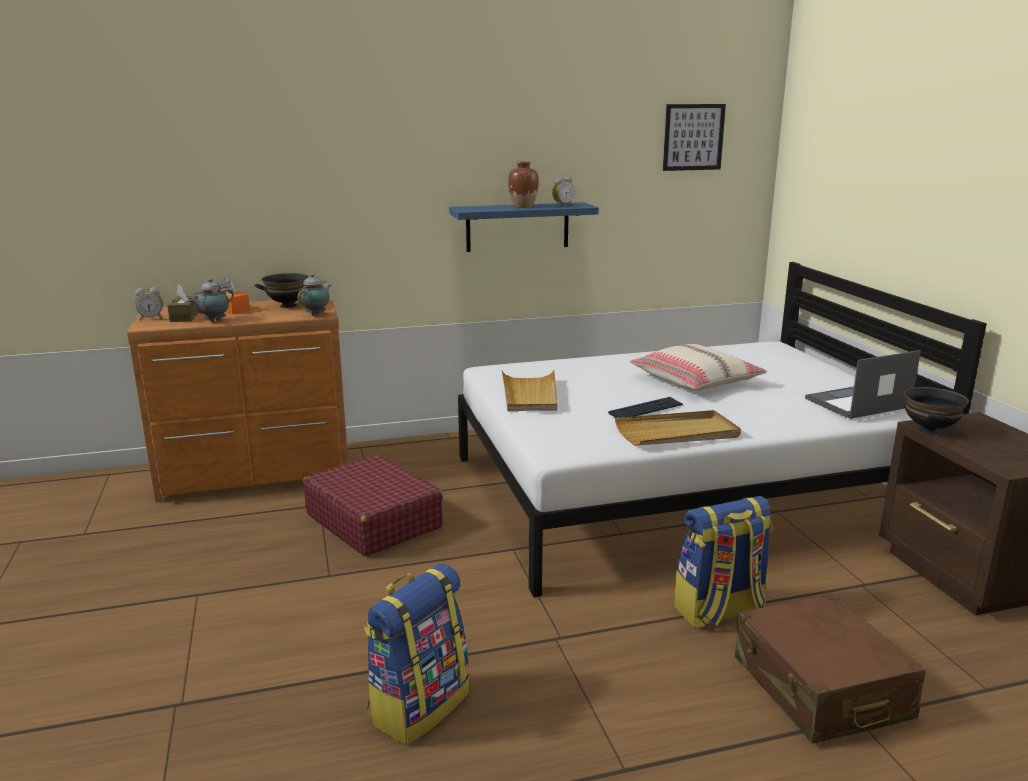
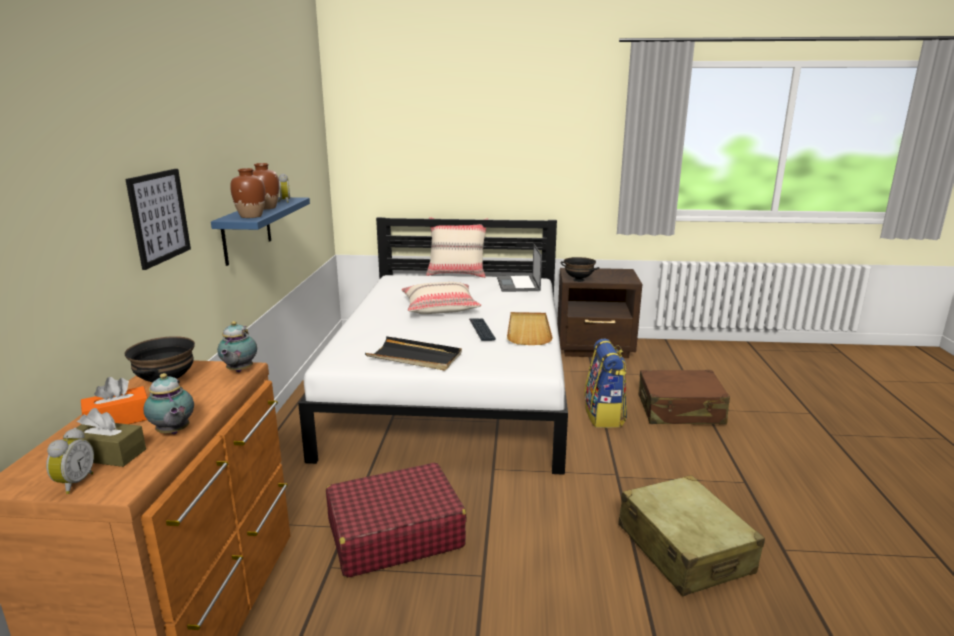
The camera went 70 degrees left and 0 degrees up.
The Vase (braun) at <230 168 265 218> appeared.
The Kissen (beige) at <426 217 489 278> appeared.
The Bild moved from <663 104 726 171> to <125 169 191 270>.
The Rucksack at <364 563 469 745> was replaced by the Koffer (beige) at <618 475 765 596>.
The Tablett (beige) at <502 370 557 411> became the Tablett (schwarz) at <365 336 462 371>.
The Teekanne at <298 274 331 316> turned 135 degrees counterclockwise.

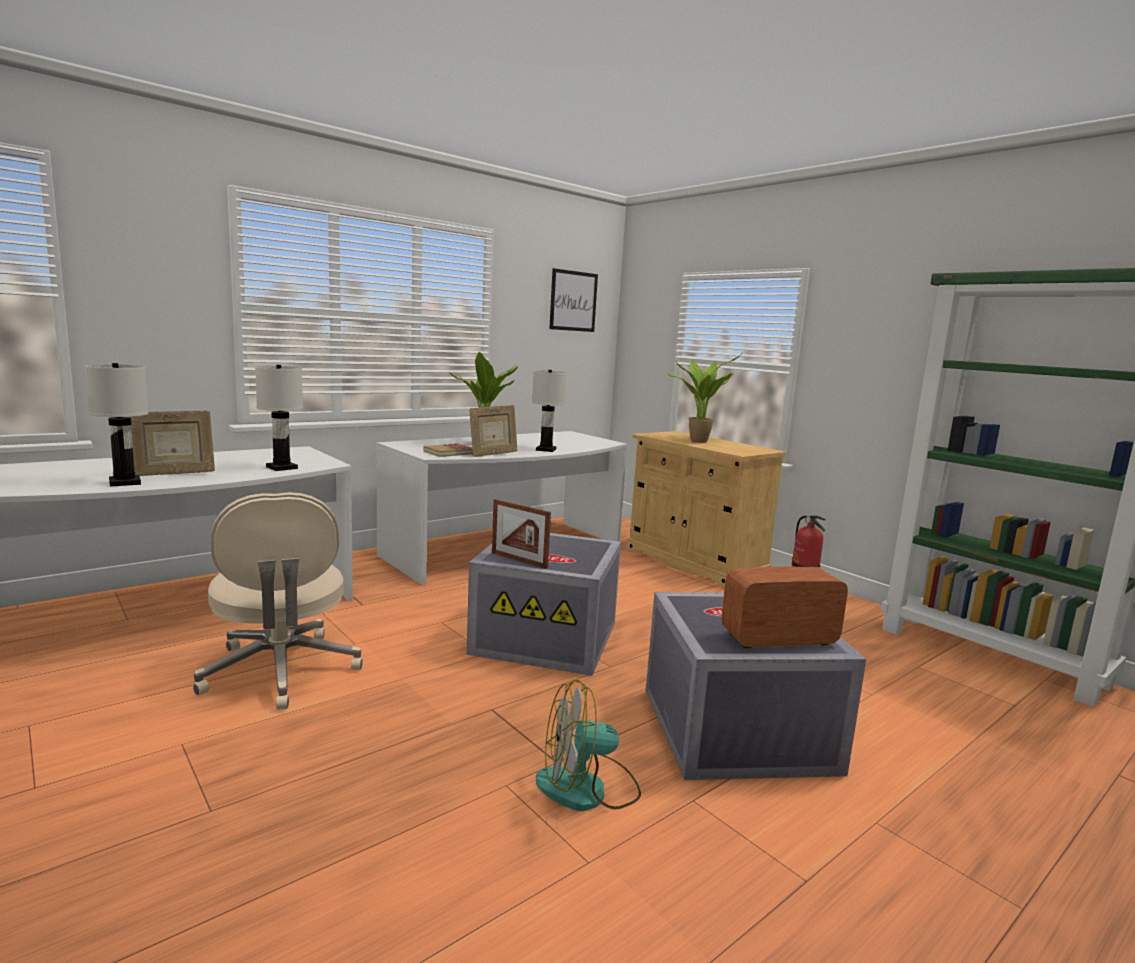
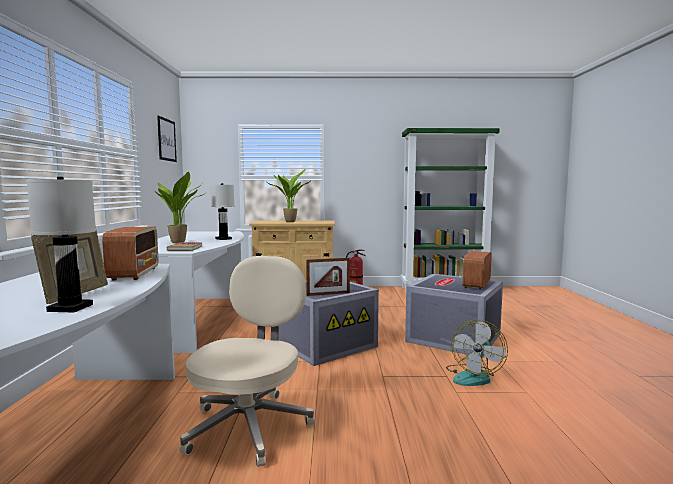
The camera went 50 degrees left and 5 degrees down.
The Bilderrahmen at <469 405 518 457> disappeared.
The Tischlampe (weiß) at <255 365 303 471> was replaced by the Radio at <102 227 158 281>.
The Bürostuhl (beige) at <193 492 363 710> turned 90 degrees counterclockwise.

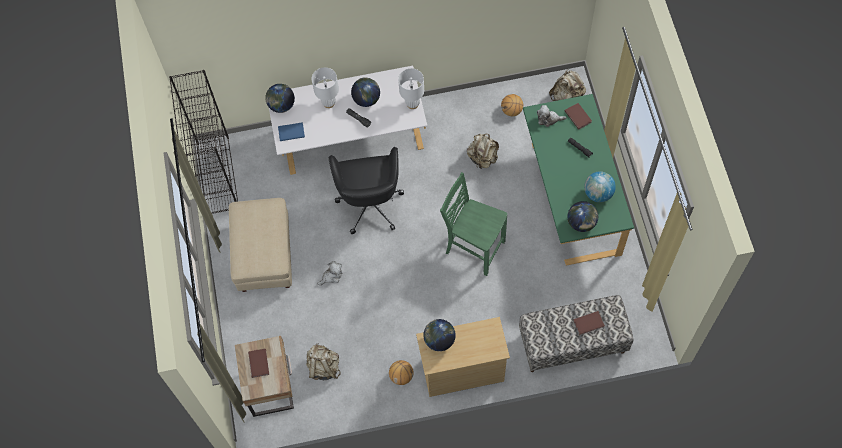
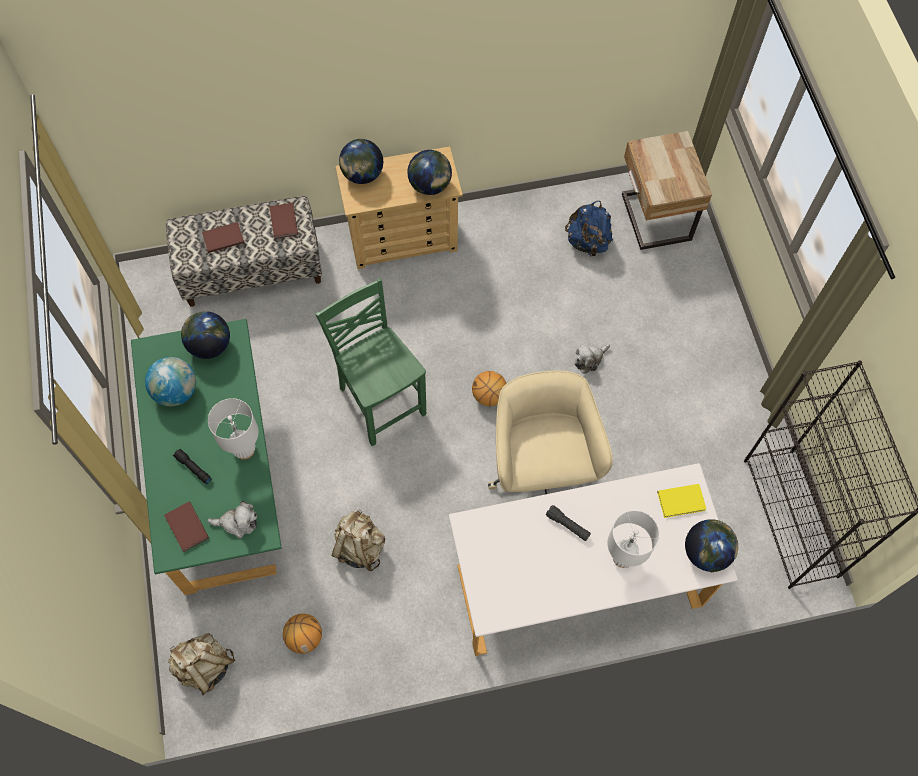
The camera went 175 degrees right and 0 degrees up.
The Polsterhocker (beige) at <229 198 292 292> disappeared.
The Buch (braun) moved from <248 348 269 378> to <269 203 298 239>.
The Globus moved from <351 77 380 107> to <339 139 383 184>.
The Basketball moved from <389 360 414 385> to <472 371 507 406>.
The Tischlampe (weiß) moved from <398 68 424 109> to <208 398 259 460>.
The Buch (blau) at <278 122 305 141> became the Buch (gelb) at <657 484 706 518>.
The Rucksack (beige) at <306 343 340 380> became the Rucksack (blau) at <565 201 613 257>.
The Bürostuhl (schwarz) at <329 147 404 234> became the Bürostuhl (beige) at <488 371 613 494>.
The Stuhl (grün) at <440 172 507 276> turned 150 degrees counterclockwise.

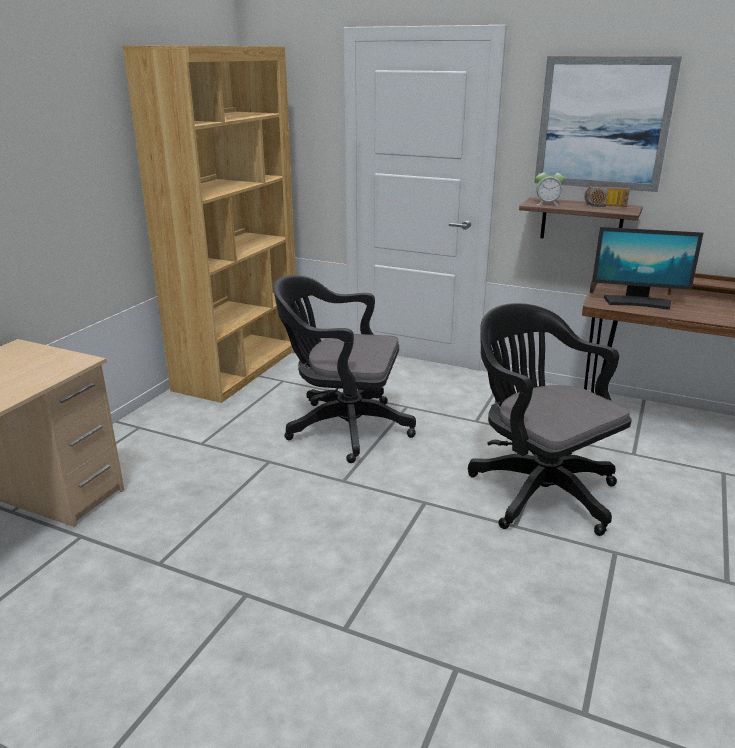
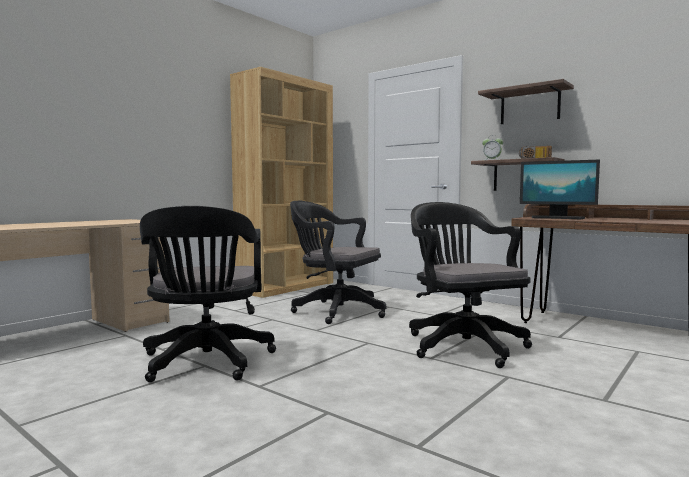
The camera went 15 degrees right and 20 degrees down.
The Bürostuhl (schwarz) at <140 206 276 382> appeared.
The Bild at <535 56 682 192> was replaced by the Wandregal at <478 79 574 124>.

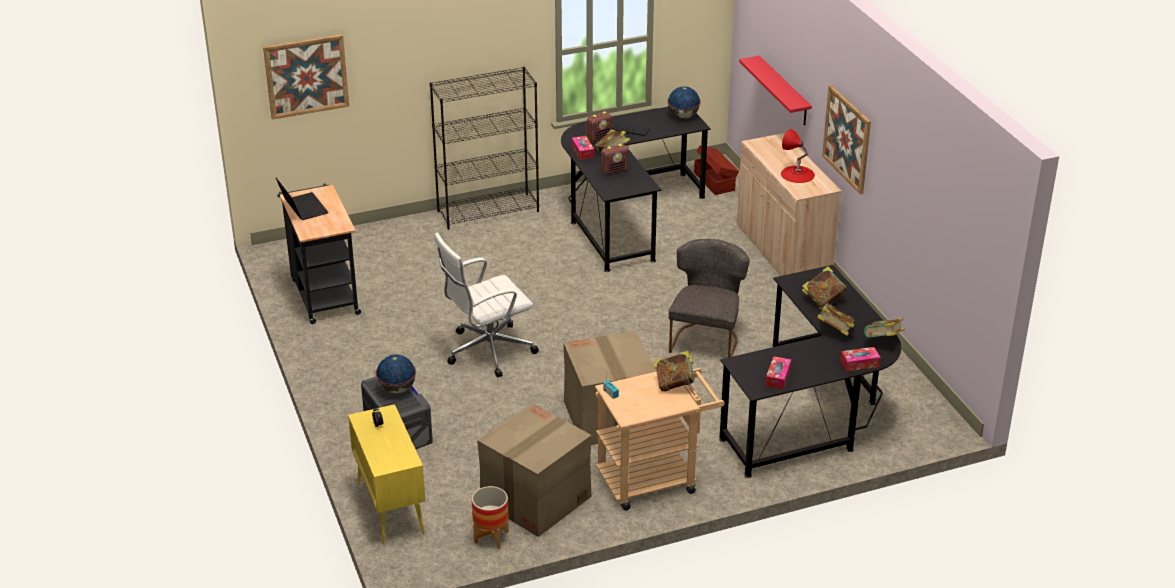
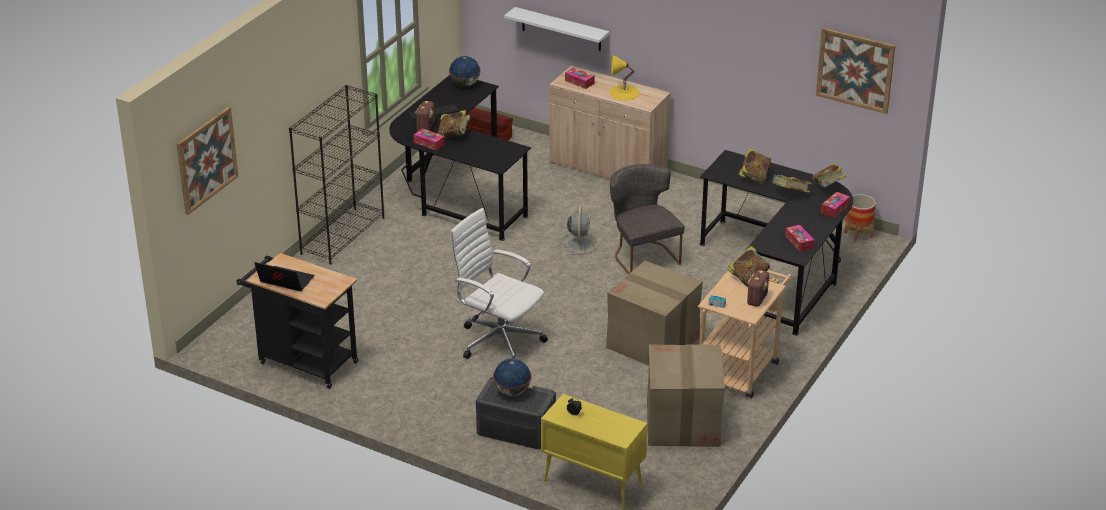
The camera went 40 degrees left and 0 degrees up.
The Ventilator (grau) at <561 206 597 255> appeared.
The Taschentuchbox at <565 68 595 89> appeared.
The Pflanzkübel moved from <472 486 509 549> to <844 194 876 243>.
The Radio moved from <601 144 629 175> to <747 270 769 307>.
The Bild moved from <822 85 871 195> to <816 28 895 114>.
The Wandregal (rot) at <739 56 812 126> became the Wandregal (weiß) at <504 7 609 51>.
The Tischlampe (rot) at <781 129 815 183> became the Tischlampe (gelb) at <610 56 640 101>.
The Bürostuhl (weiß) at <434 233 539 377> turned 105 degrees clockwise.

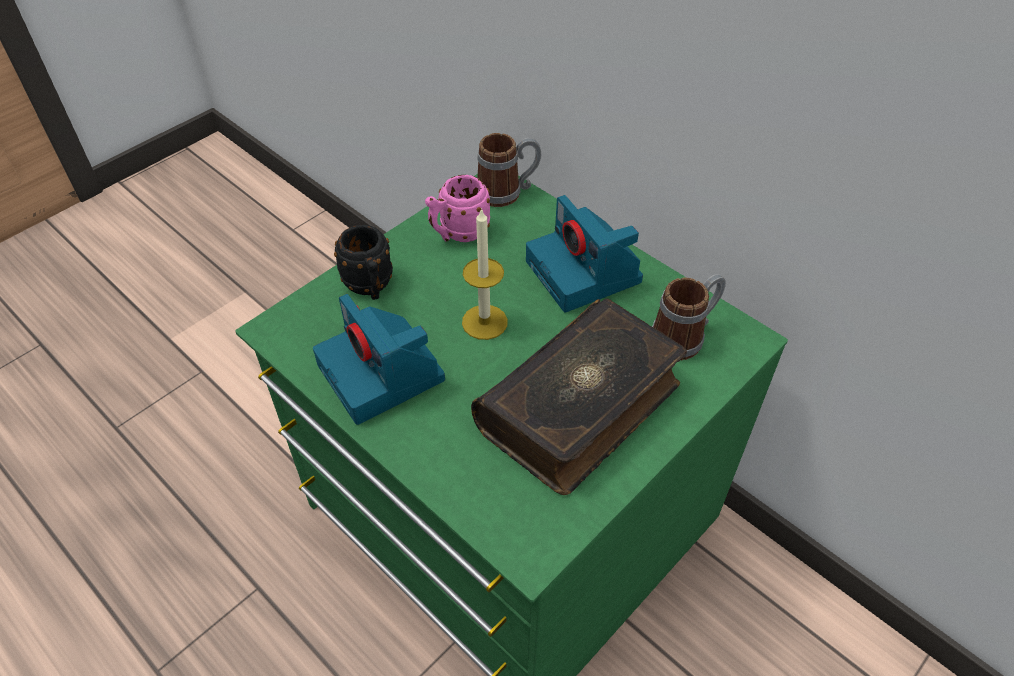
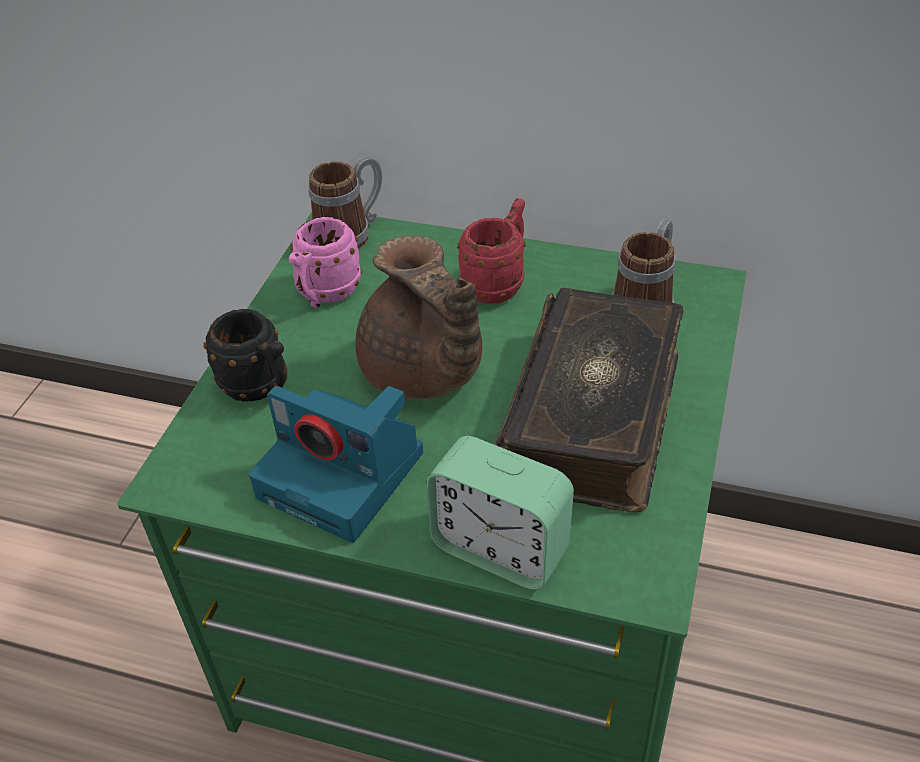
The camera went 25 degrees left and 5 degrees down.
The Wecker at <427 436 574 590> appeared.
The Kerze at <462 208 508 340> was replaced by the Teekanne (braun) at <355 236 482 399>.
The Kamera at <526 195 643 313> was replaced by the Henkelbecher (rot) at <457 198 526 304>.

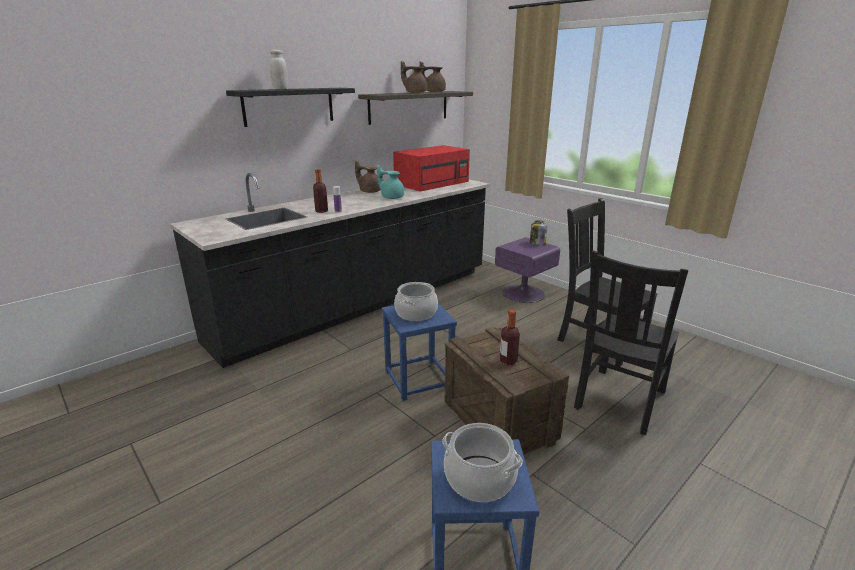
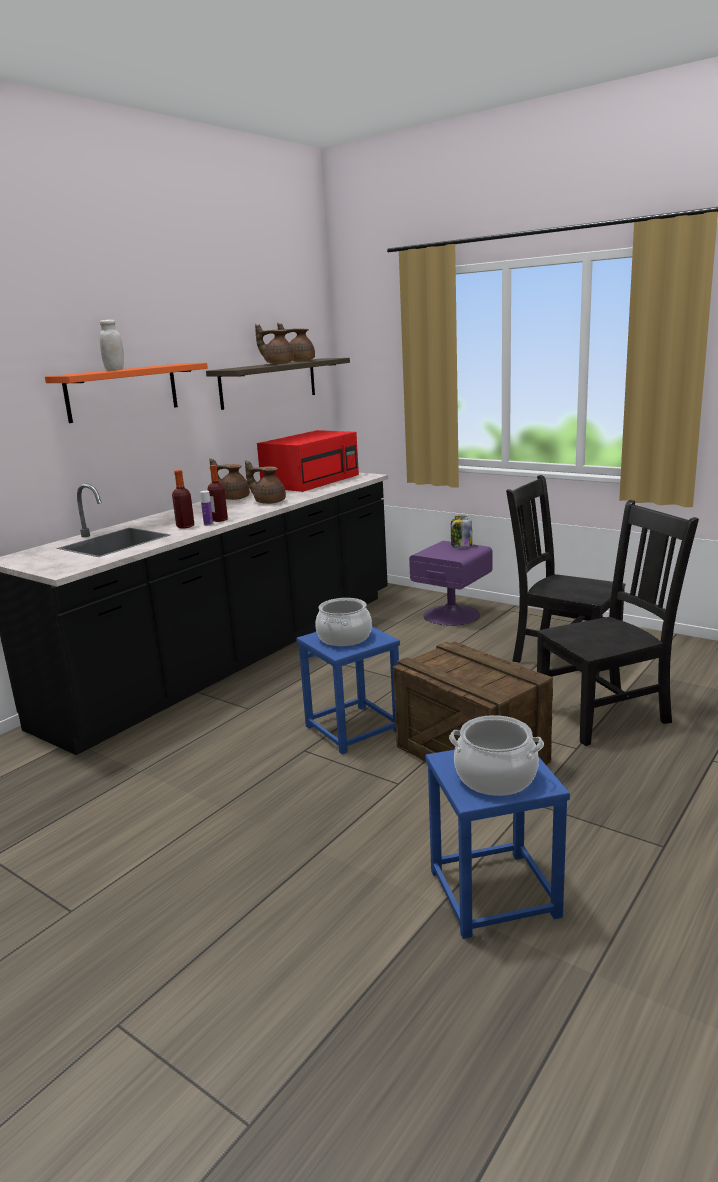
The camera went 10 degrees left and 5 degrees down.
The Flasche moved from <500 310 520 365> to <208 465 228 522>.
The Wandregal (schwarz) at <226 88 355 127> became the Wandregal (orange) at <45 363 208 423>.
The Teekanne (türkis) at <377 165 405 199> became the Teekanne (braun) at <245 460 286 504>.
The Stuhl (schwarz) at <574 251 688 435> turned 135 degrees counterclockwise.

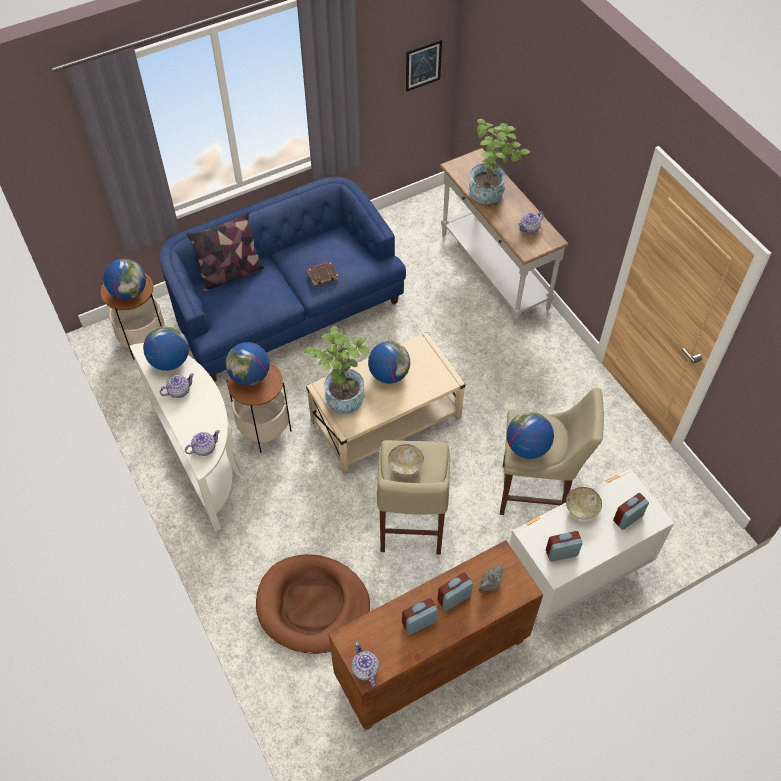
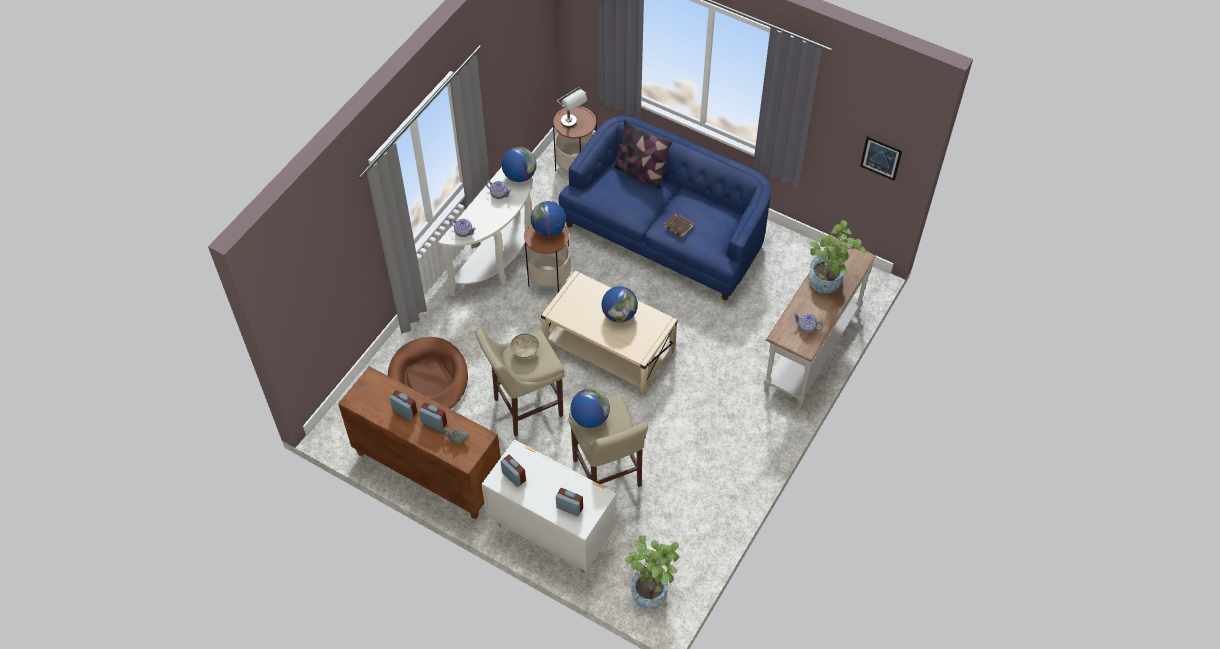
The camera went 60 degrees right and 0 degrees up.
The Teekanne at <352 642 379 687> disappeared.
The Schüssel at <566 487 602 520> disappeared.
The Topfpflanze moved from <304 326 371 414> to <625 535 679 609>.
The Globus at <103 259 146 300> was replaced by the Tischlampe (grau) at <557 87 587 128>.

